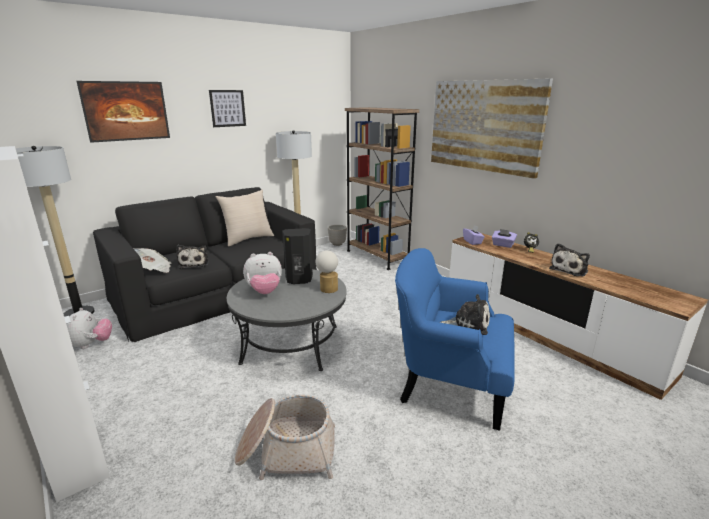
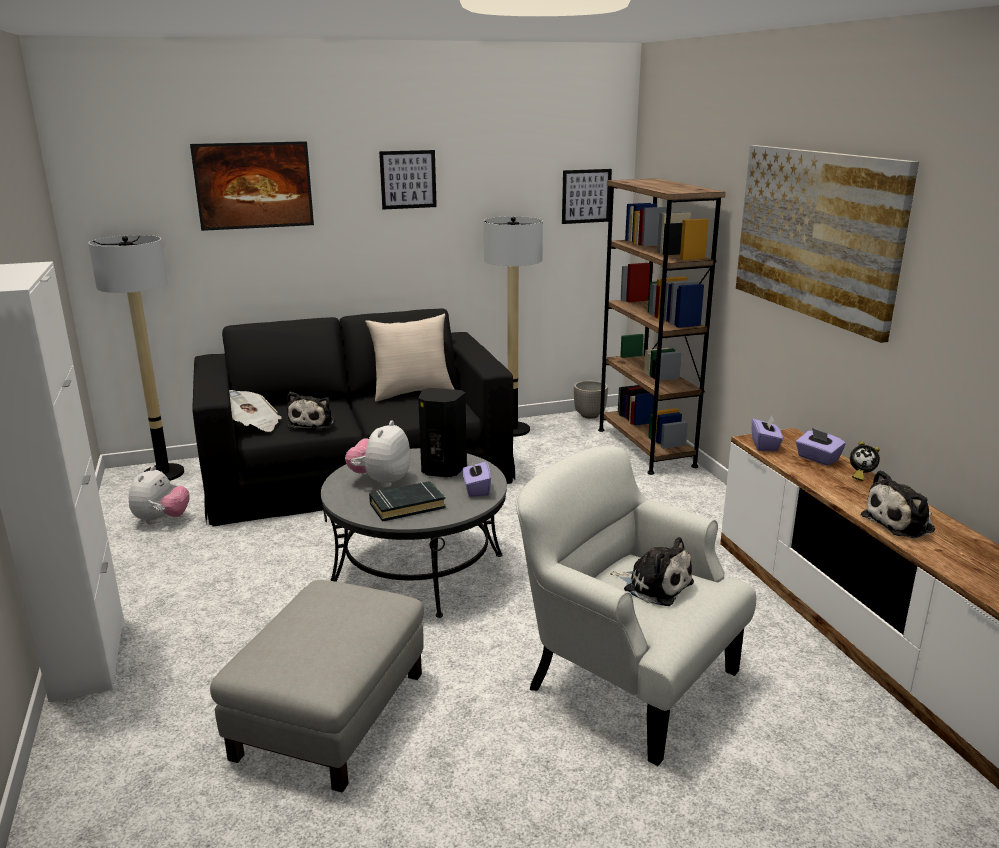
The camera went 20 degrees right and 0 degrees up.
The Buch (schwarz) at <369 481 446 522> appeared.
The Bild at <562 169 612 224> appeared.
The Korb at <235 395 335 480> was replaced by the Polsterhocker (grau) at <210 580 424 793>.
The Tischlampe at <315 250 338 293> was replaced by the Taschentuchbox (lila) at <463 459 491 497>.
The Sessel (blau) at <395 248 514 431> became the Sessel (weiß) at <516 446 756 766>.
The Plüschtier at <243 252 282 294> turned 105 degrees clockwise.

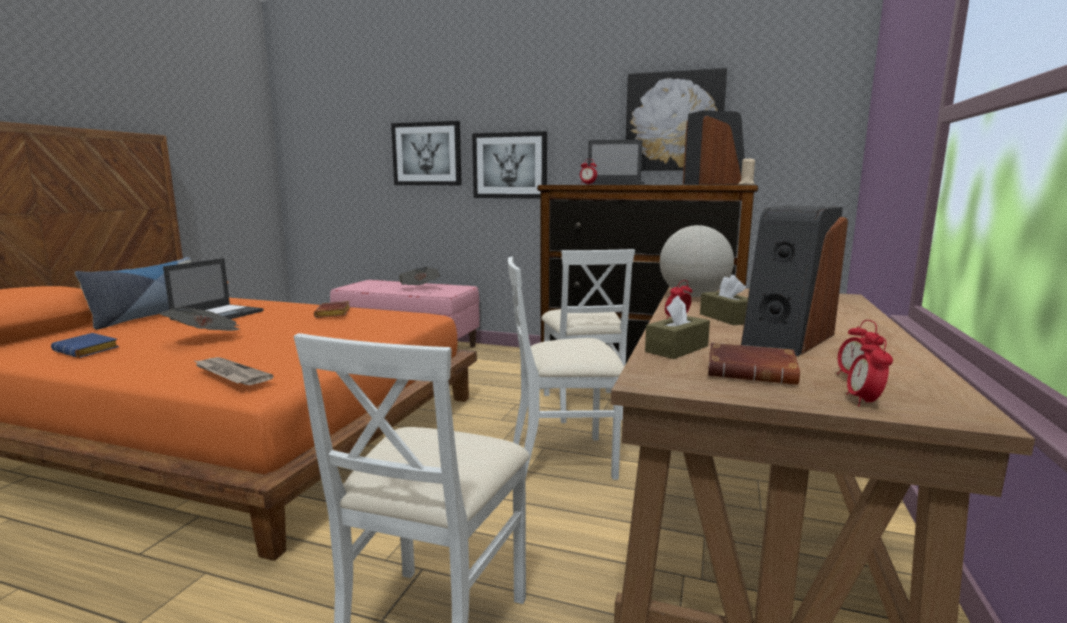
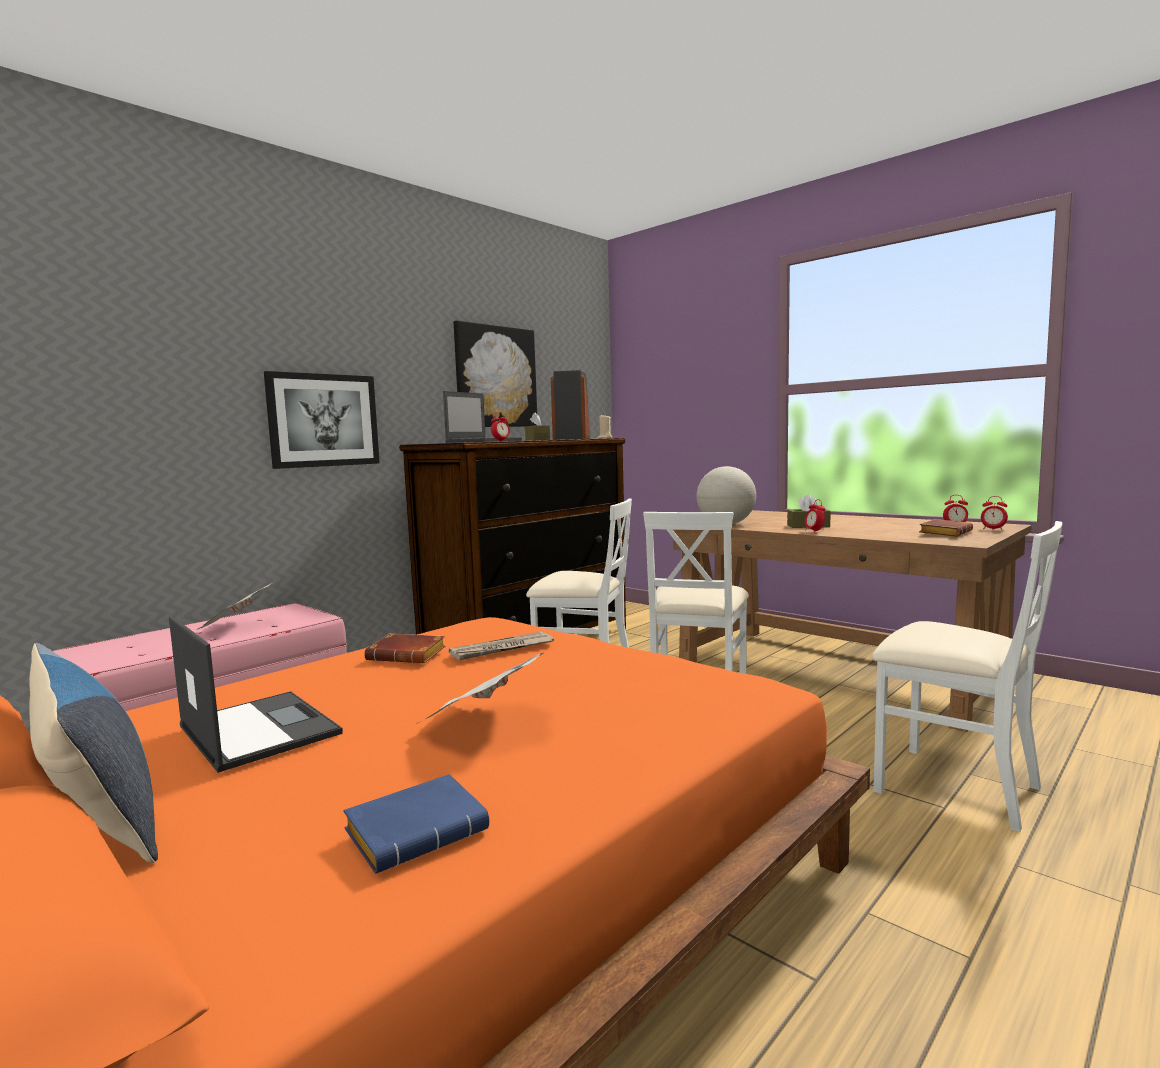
The camera went 65 degrees left and 5 degrees down.
The Bild at <391 121 462 185> disappeared.
The Lautsprecher at <741 206 848 356> disappeared.
The Zeitung moved from <193 357 274 385> to <449 632 554 660>.
The Taschentuchbox (braun) moved from <645 296 710 359> to <525 412 550 441>.

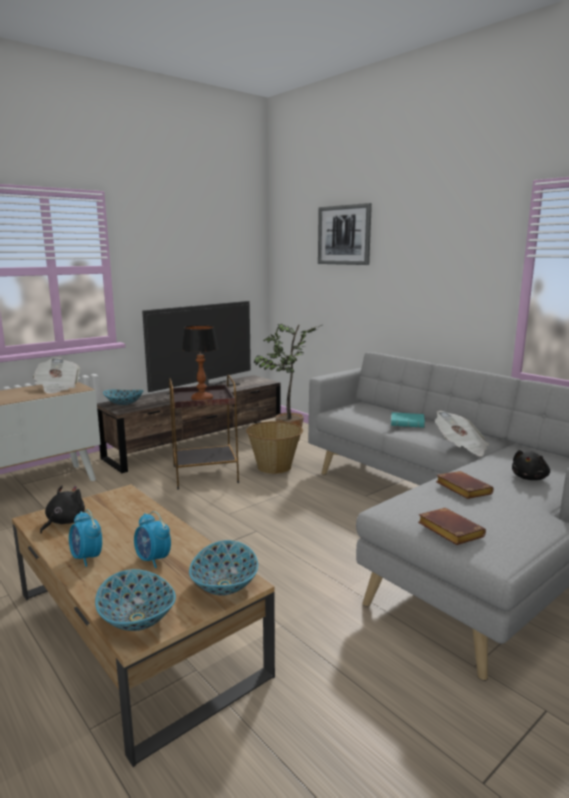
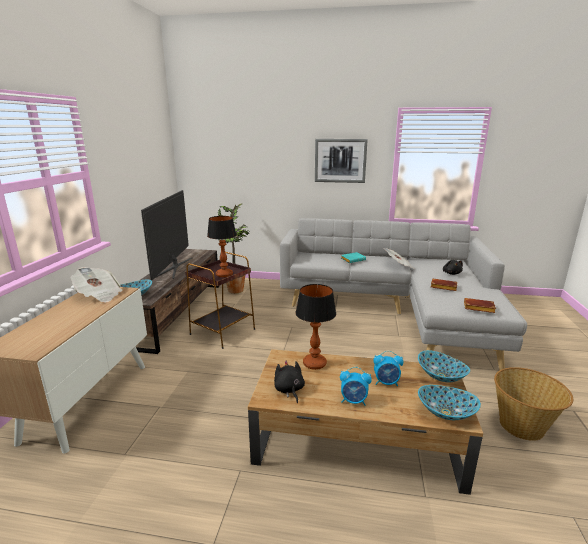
The camera went 40 degrees left and 5 degrees up.
The Tischlampe at <295 284 336 370> appeared.
The Korb moved from <246 421 303 474> to <494 367 573 441>.
The Bild moved from <318 203 372 265> to <315 139 368 183>.

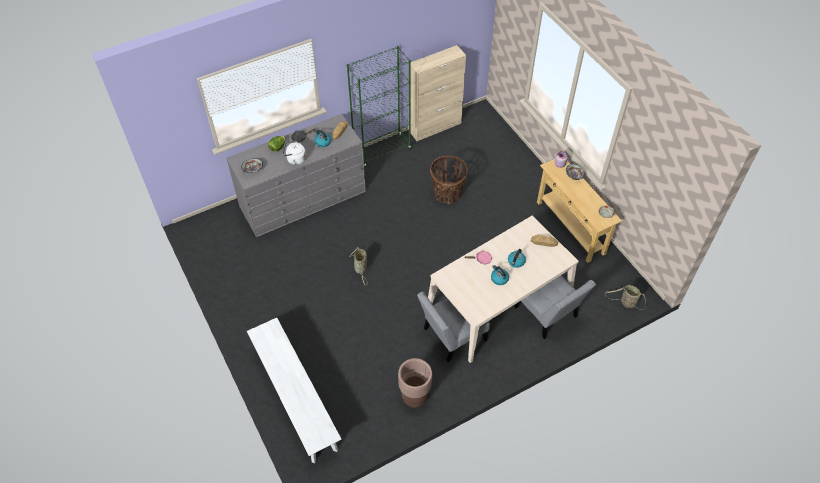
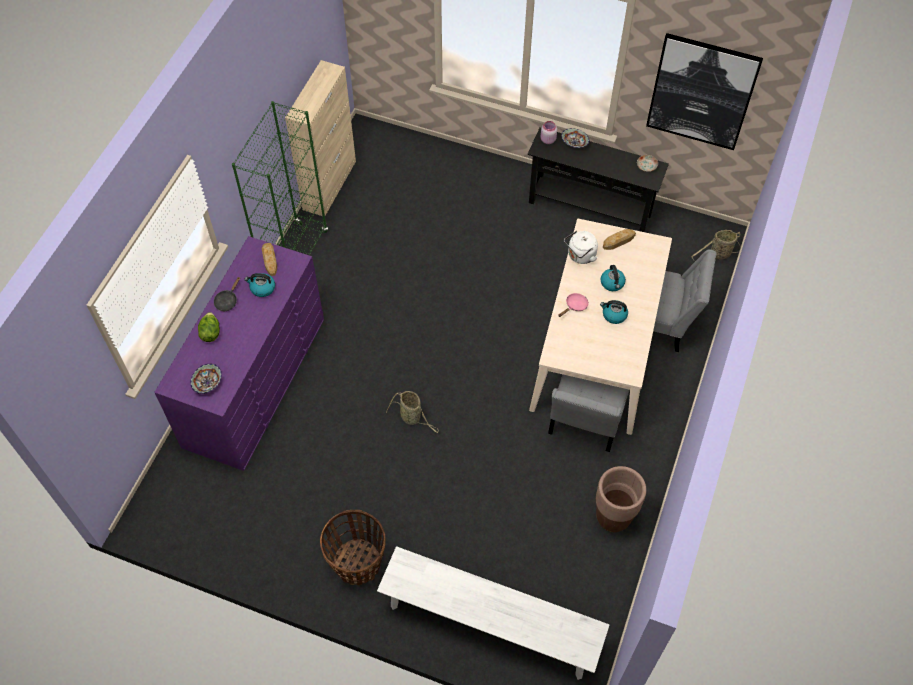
The camera went 40 degrees left and 5 degrees up.
The Bild at <646 33 763 150> appeared.
The Wasserkessel (weiß) moved from <283 141 306 165> to <564 231 598 264>.
The Korb moved from <430 156 468 204> to <320 510 386 585>.
The Kommode (grau) at <226 114 366 237> became the Kommode (lila) at <154 236 324 471>.
The Konsolentisch (beige) at <537 159 622 263> became the Konsolentisch (schwarz) at <528 127 669 232>.

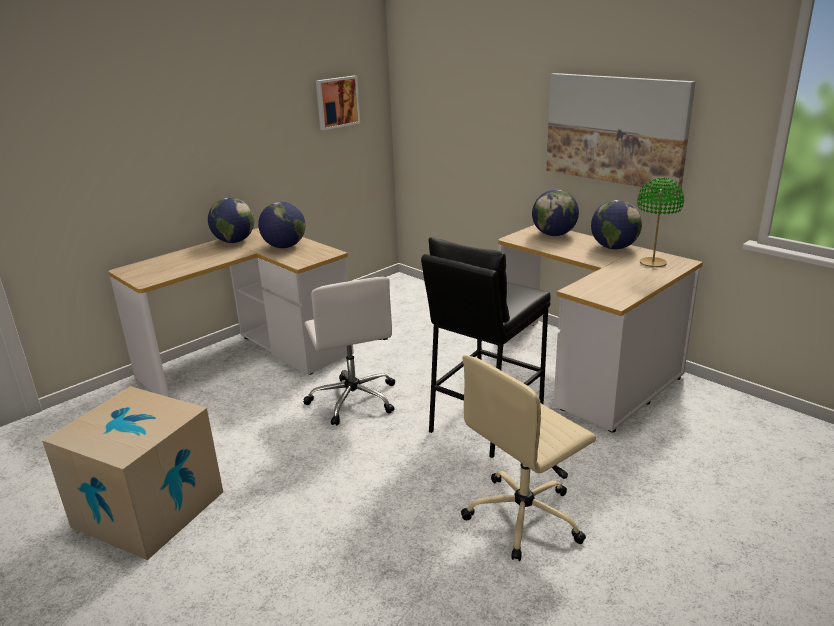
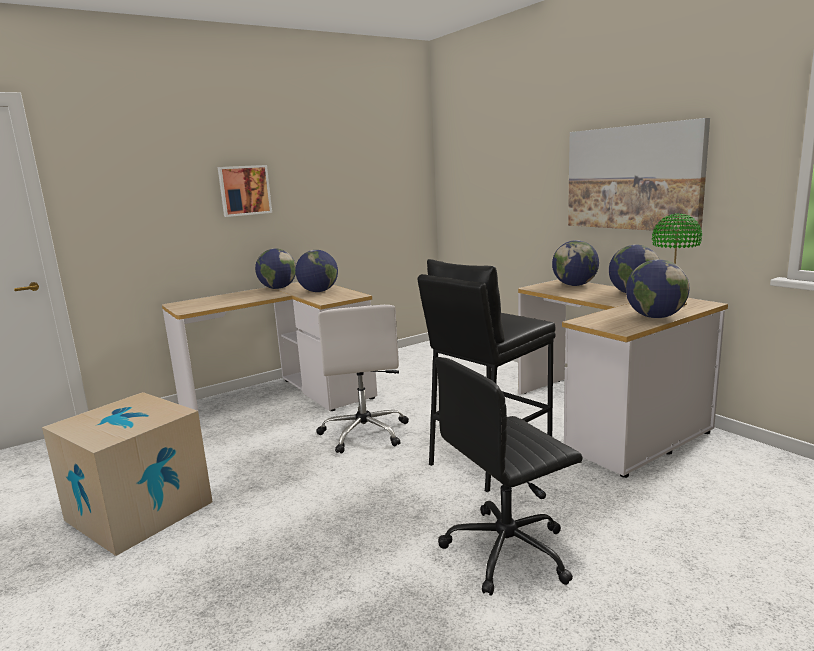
The camera went 10 degrees right and 10 degrees down.
The Globus at <626 259 690 318> appeared.
The Bild moved from <316 76 360 130> to <218 165 272 217>.
The Bürostuhl (beige) at <461 355 596 561> became the Bürostuhl (schwarz) at <435 357 582 596>.

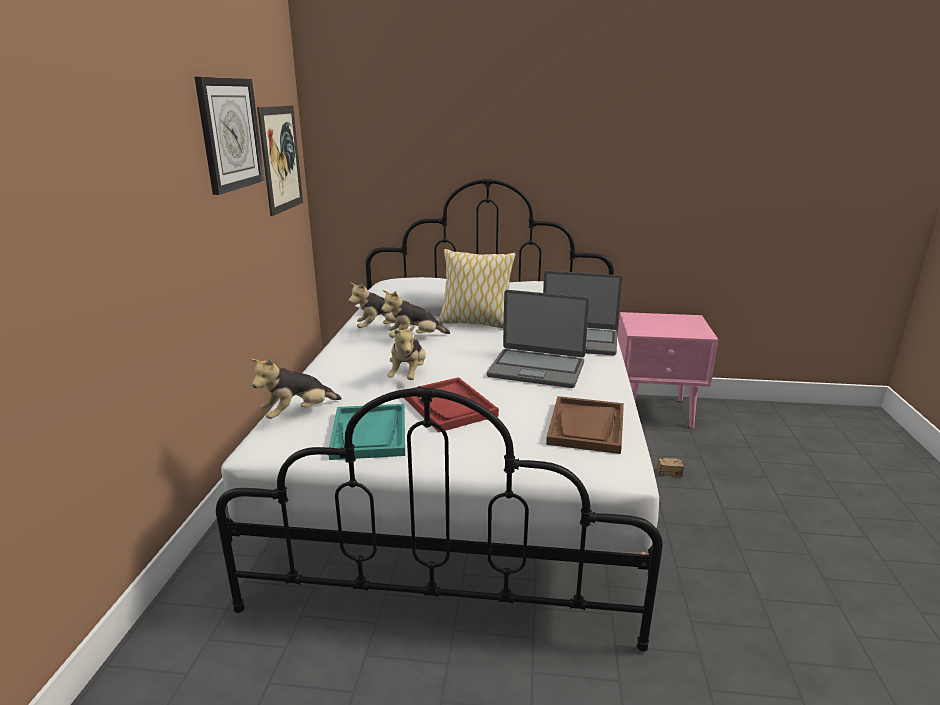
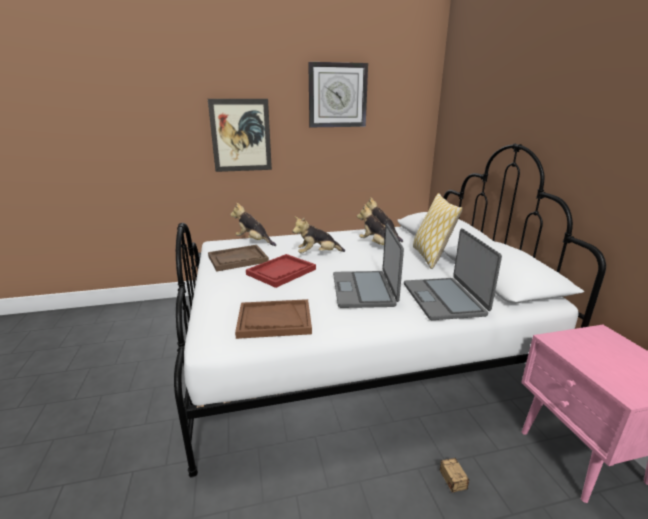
The camera went 70 degrees right and 0 degrees up.
The Bild moved from <257 106 303 216> to <208 99 272 172>.
The Tablett (türkis) at <329 404 405 460> became the Tablett (braun) at <208 245 269 272>.

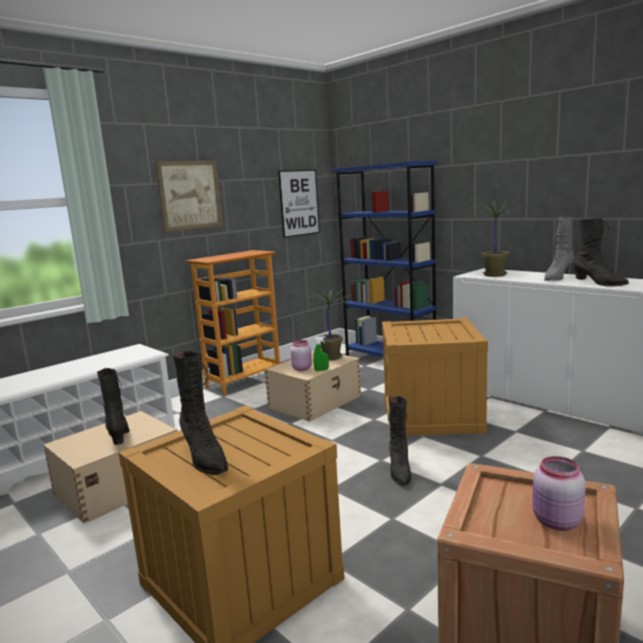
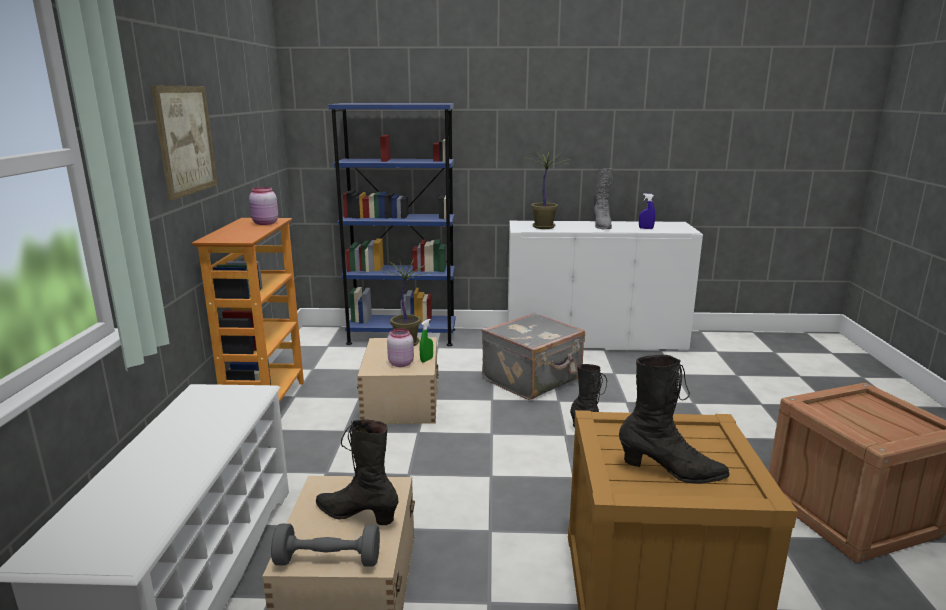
The camera went 45 degrees left and 5 degrees up.
The Bild at <278 170 320 238> disappeared.
The Hantel (grau) at <271 524 380 567> appeared.
The Vorratsglas (rosa) moved from <532 456 586 531> to <249 187 278 225>.
The Kiste at <382 318 488 436> was replaced by the Koffer (grau) at <482 312 585 400>.
The Stiefel (schwarz) at <573 218 629 286> was replaced by the Sprühflasche (blau) at <639 193 655 229>.

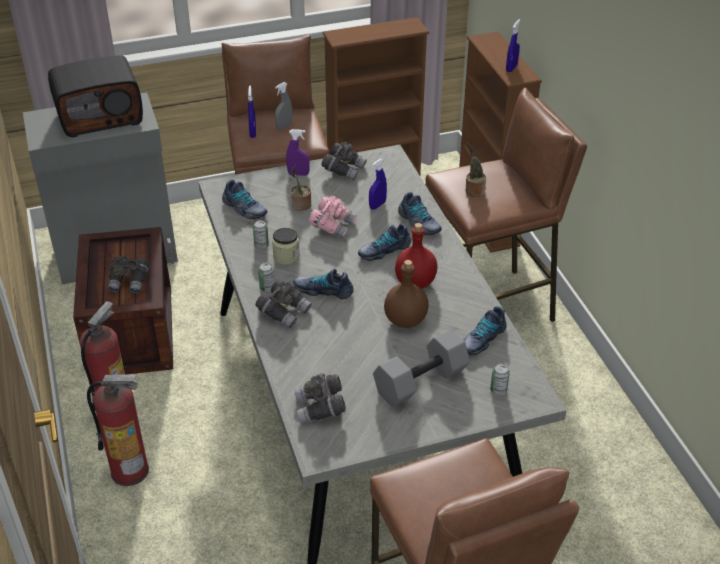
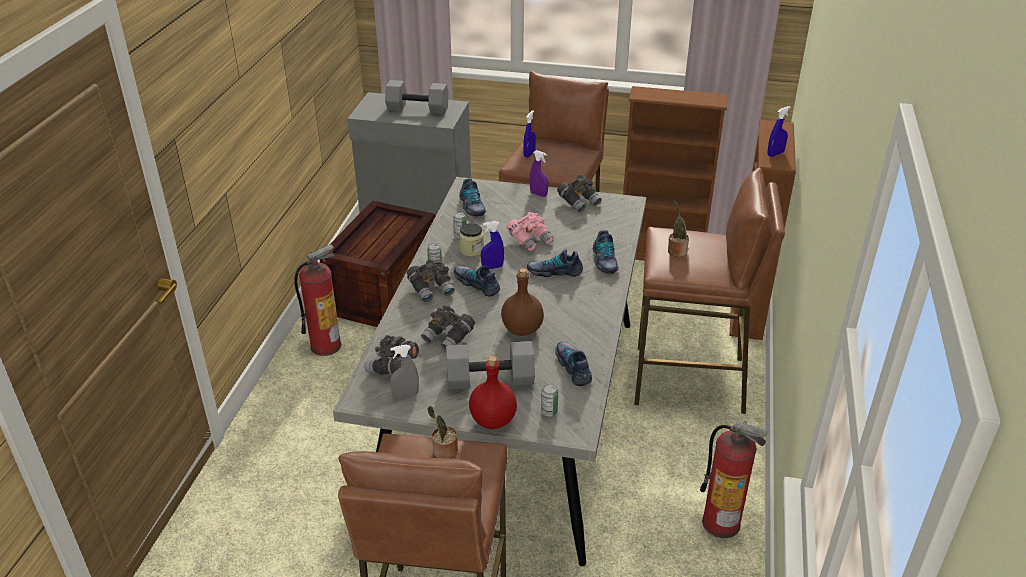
The camera went 30 degrees right and 5 degrees down.
The Feuerlöscher moved from <87 372 149 486> to <700 421 768 538>.
The Fernglas (grau) moved from <108 256 149 294> to <421 305 475 351>.
The Sprühflasche (grau) moved from <275 82 292 130> to <390 345 419 399>.
The Topfpflanze moved from <291 165 311 211> to <427 406 458 459>.
The Sprühflasche (blau) moved from <369 159 387 210> to <481 221 504 270>.
The Flasche (rot) moved from <395 223 438 289> to <469 356 517 429>.
The Radio at <48 55 143 137> was replaced by the Hantel (grau) at <385 80 449 114>.
The Schuh at <463 306 507 355> turned 90 degrees clockwise.

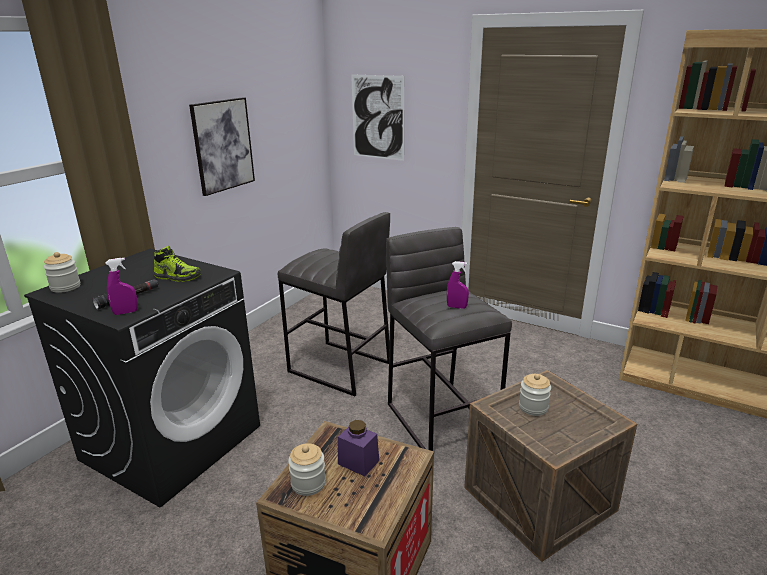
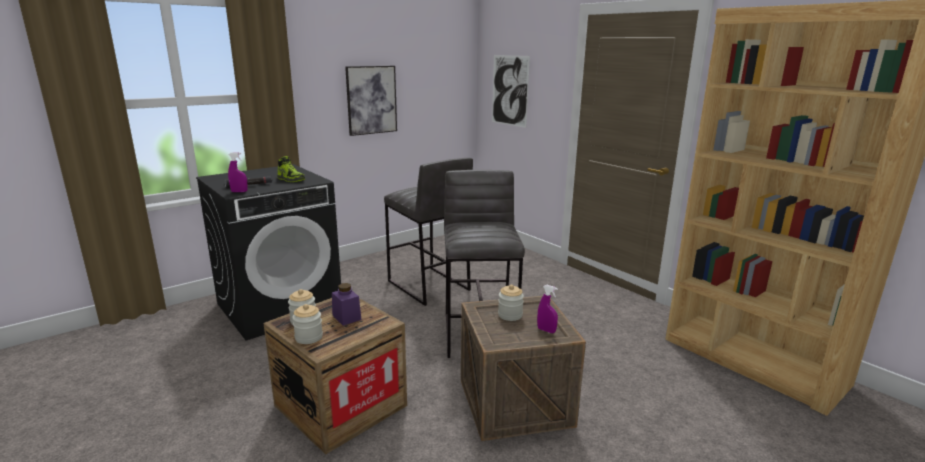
The camera went 20 degrees right and 5 degrees down.
The Vorratsglas moved from <43 252 80 293> to <292 304 323 344>.
The Sprühflasche (lila) moved from <447 261 469 309> to <537 285 558 333>.

